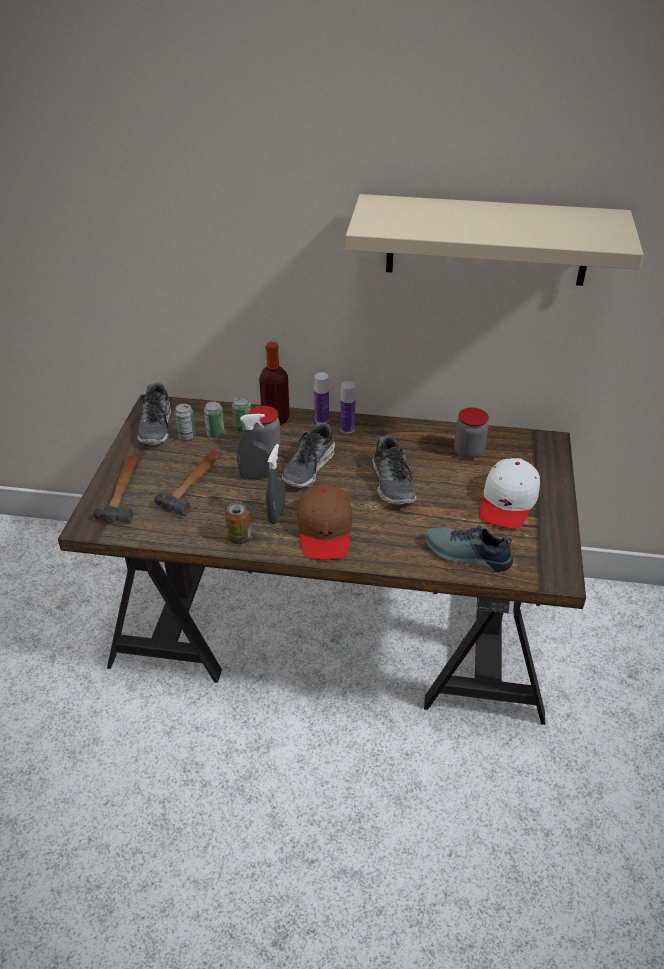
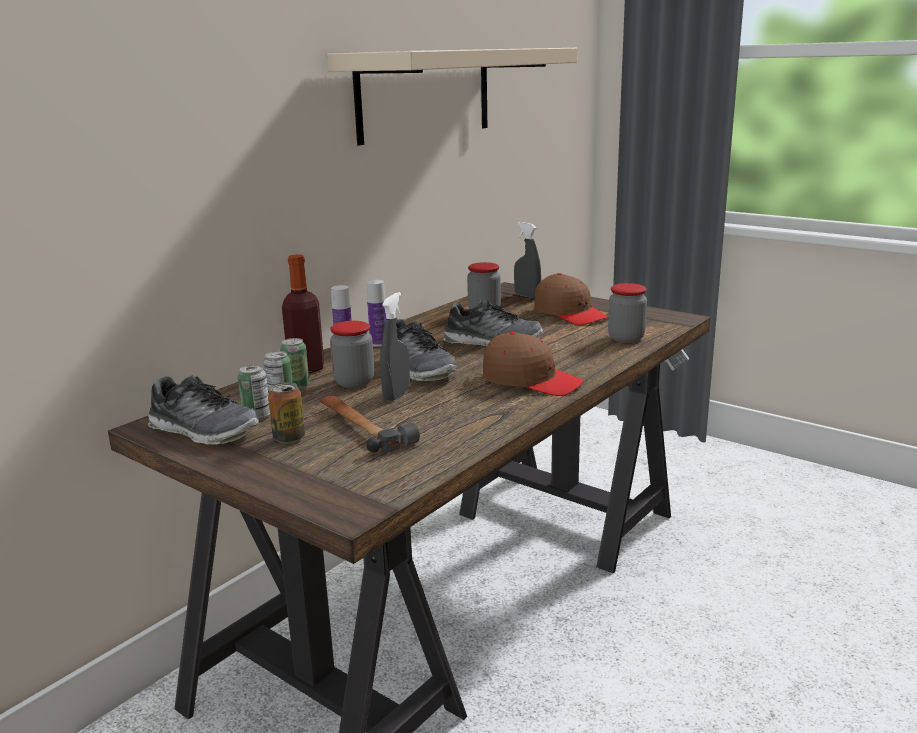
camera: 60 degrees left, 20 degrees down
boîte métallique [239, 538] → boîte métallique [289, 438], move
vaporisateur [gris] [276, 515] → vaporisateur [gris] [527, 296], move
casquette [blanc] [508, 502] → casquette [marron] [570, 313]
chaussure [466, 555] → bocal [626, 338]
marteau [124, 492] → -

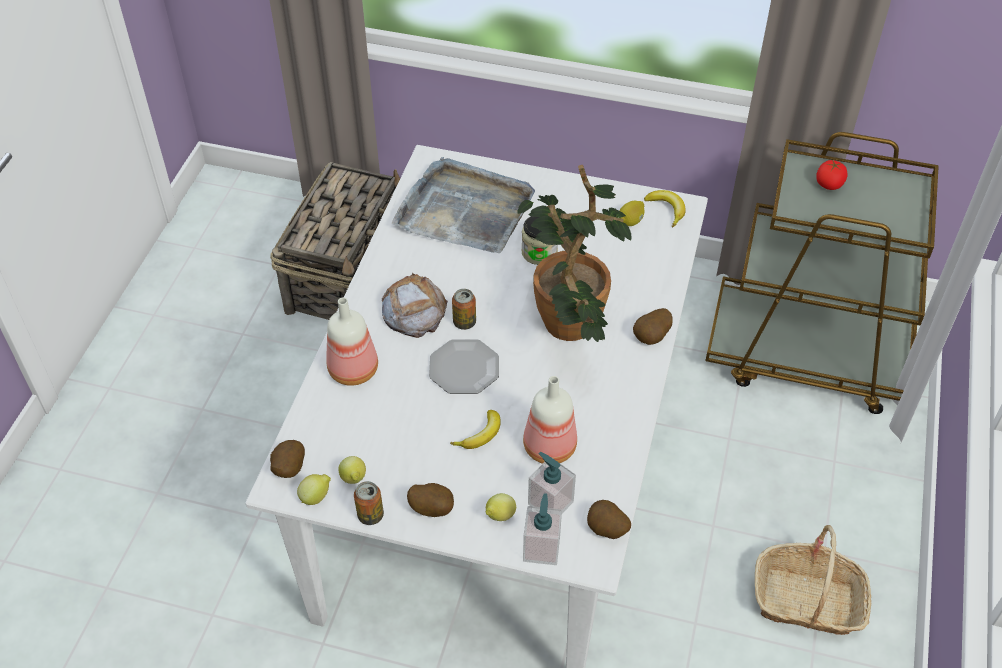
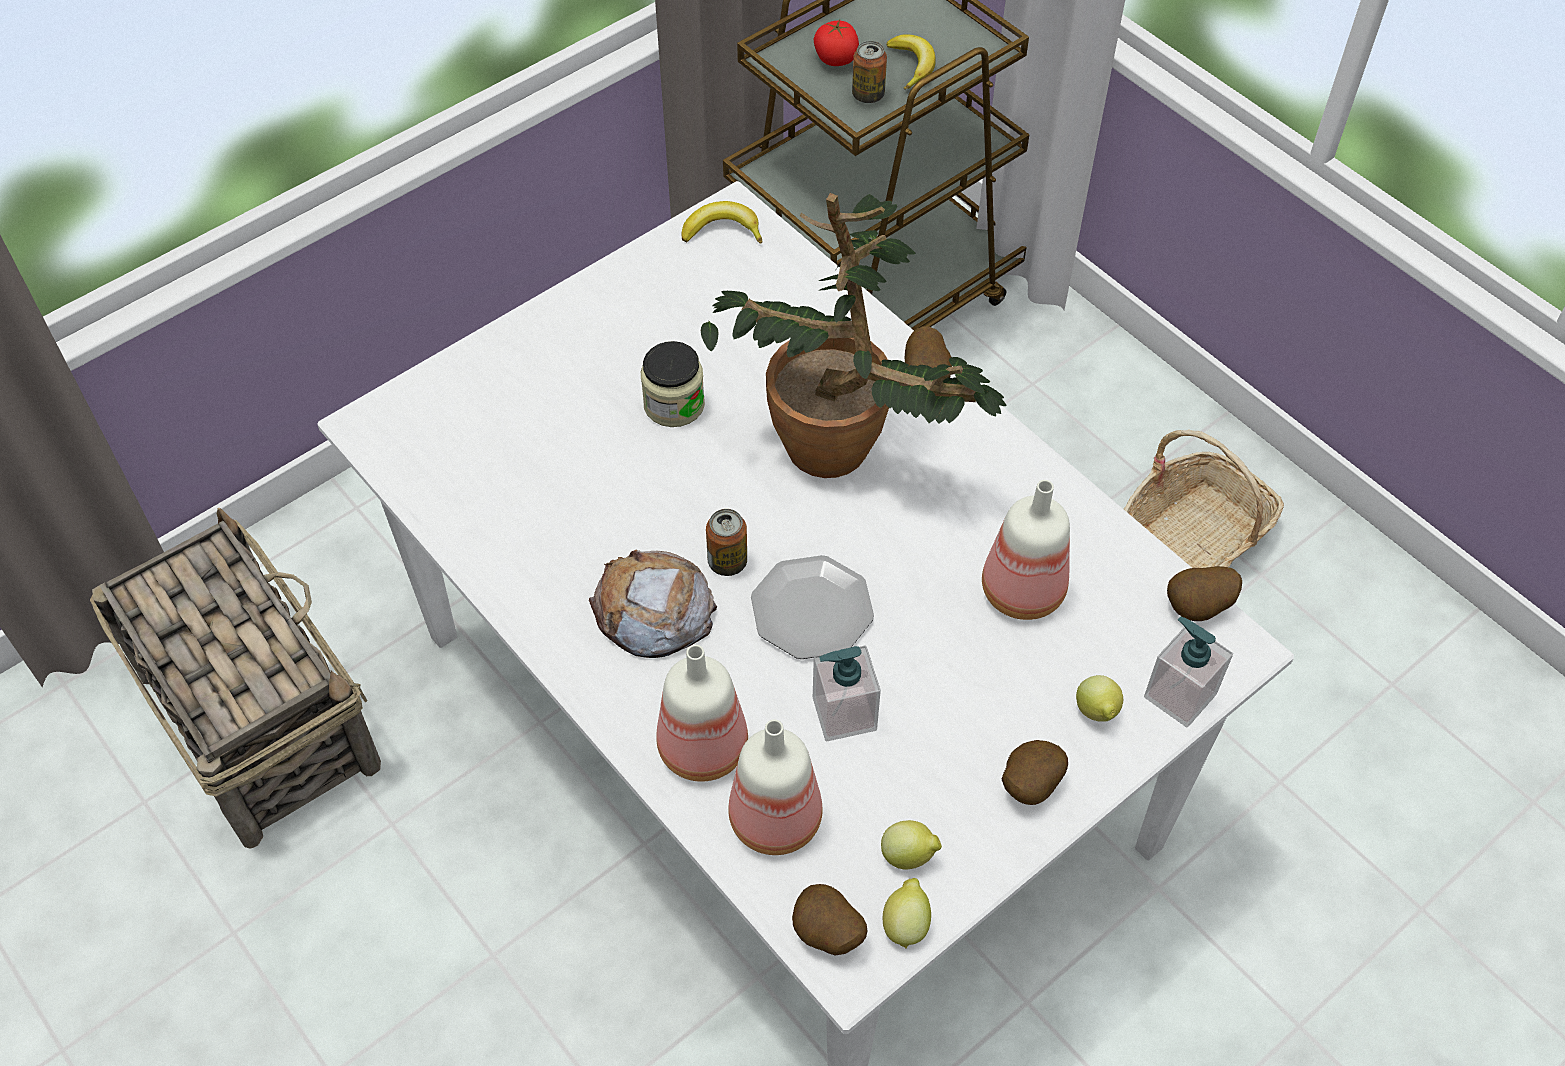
camera: 55 degrees left, 5 degrees up
- → bouteille [775, 816]
distributeur de savon [550, 503] → distributeur de savon [844, 714], move
boîte métallique [370, 515] → boîte métallique [868, 95], move
banane [481, 435] → banane [912, 65], move
plateau [gris] [465, 210] → -
citron [631, 221] → -

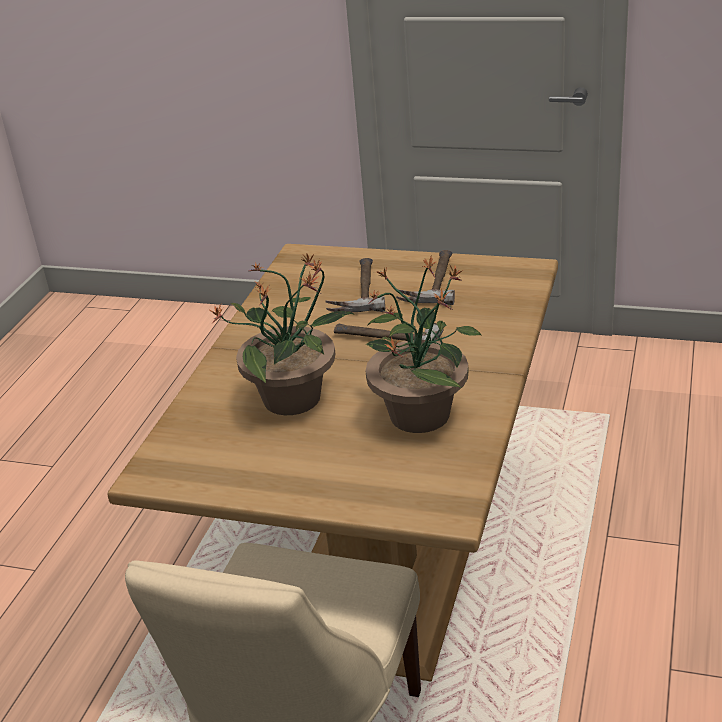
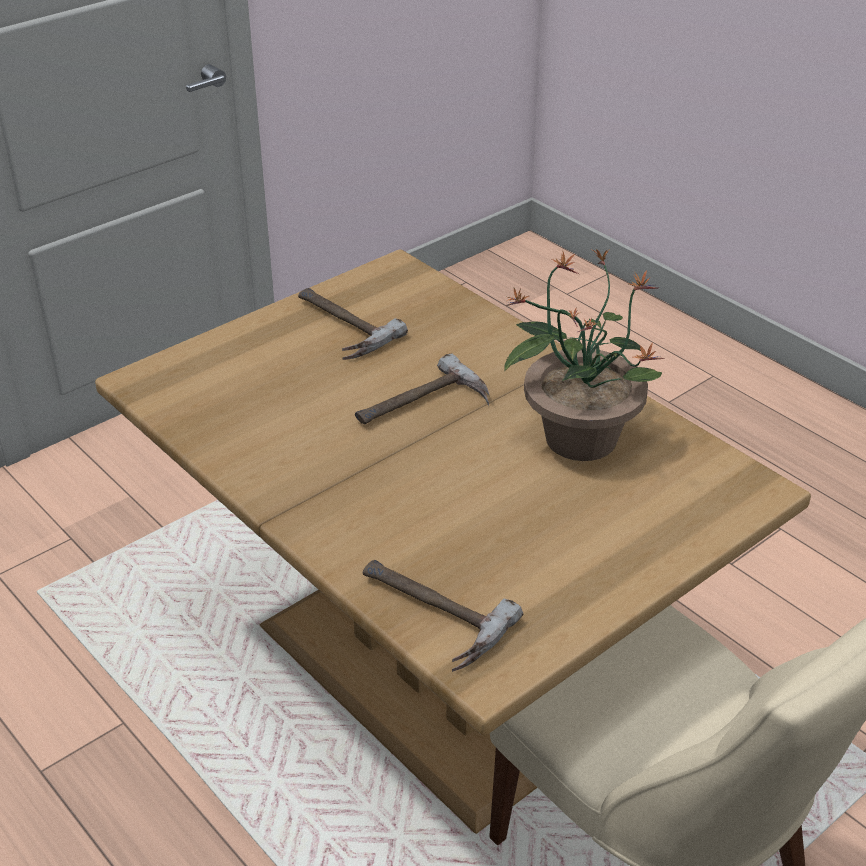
camera: 60 degrees left, 5 degrees up
marteau [356, 290] → marteau [426, 616], move
plante en pot [294, 398] → -

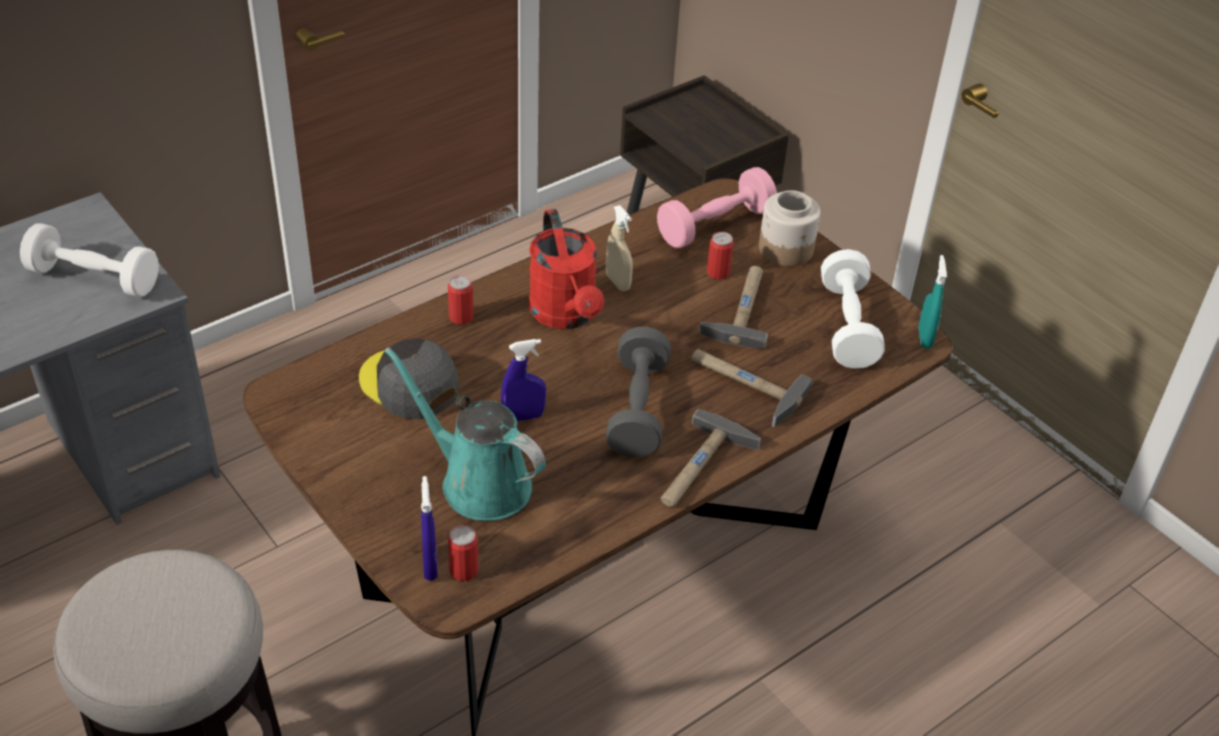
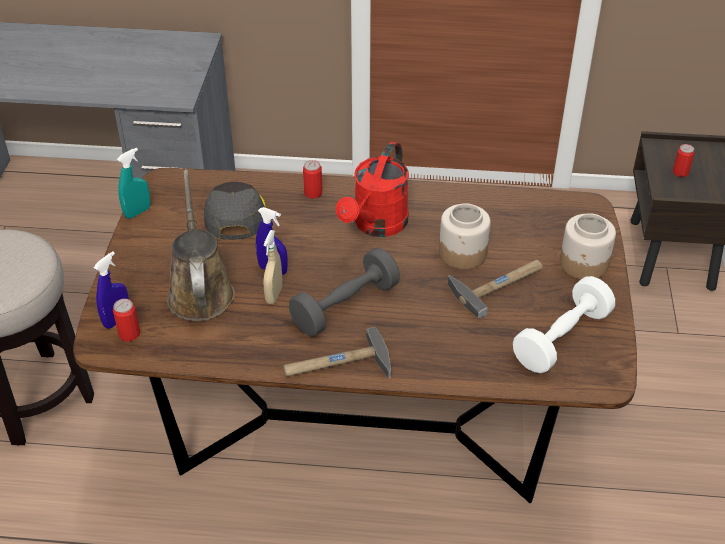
camera: 45 degrees right, 0 degrees up
vaporisateur [turquoise] [925, 338] → vaporisateur [turquoise] [137, 212], move
arrosoir [turquoise] [478, 482] → arrosoir [marron] [200, 291]
vaporisateur [beige] [618, 282] → vaporisateur [beige] [274, 295], move
- → bocal [463, 253]
boîte métallique [718, 272] → boîte métallique [680, 172], move
haltère [blanc] [94, 279] → -
haltère [rose] [715, 225] → -
marteau [743, 385] → -

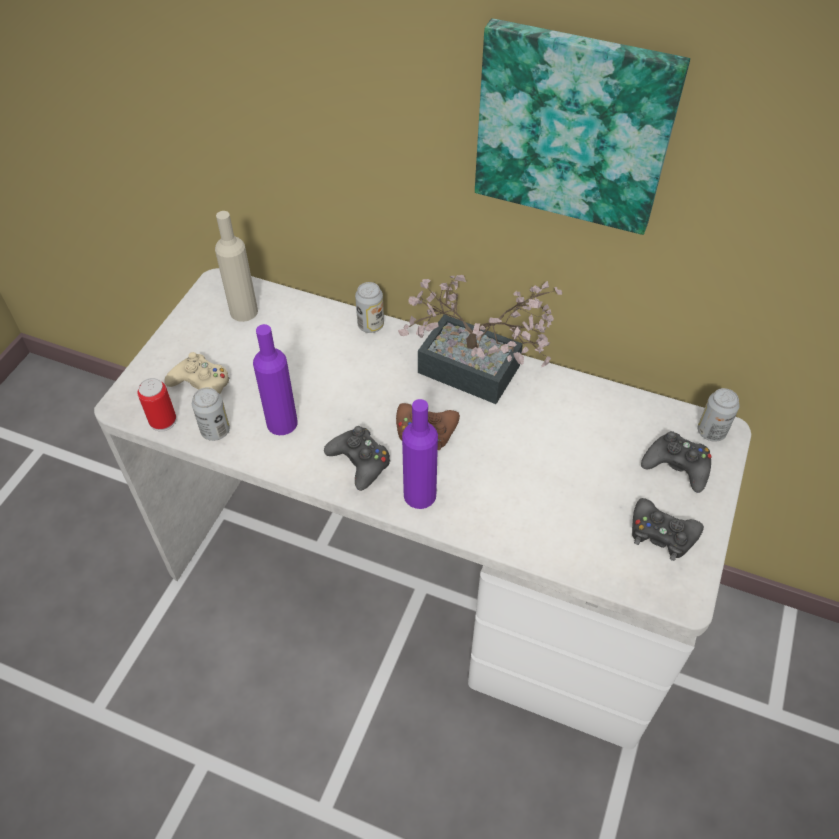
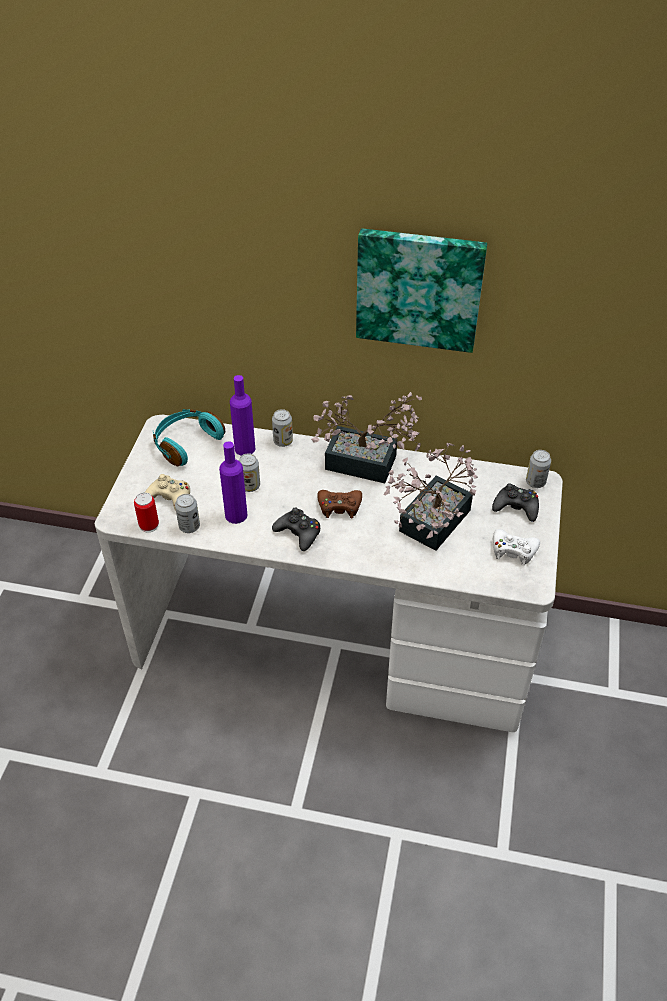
camera: 10 degrees left, 5 degrees down
bouteille [beige] [244, 311] → casque audio [turquoise] [186, 443]
bouteille [violet] [420, 495] → bouteille [violet] [245, 448], move
- → boîte métallique [250, 486]
- → plante en pot [429, 526]
manette [noir] [661, 534] → manette [blanc] [513, 550]

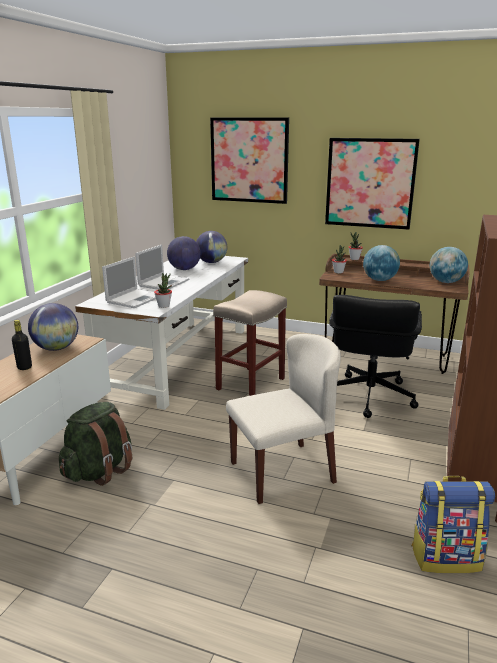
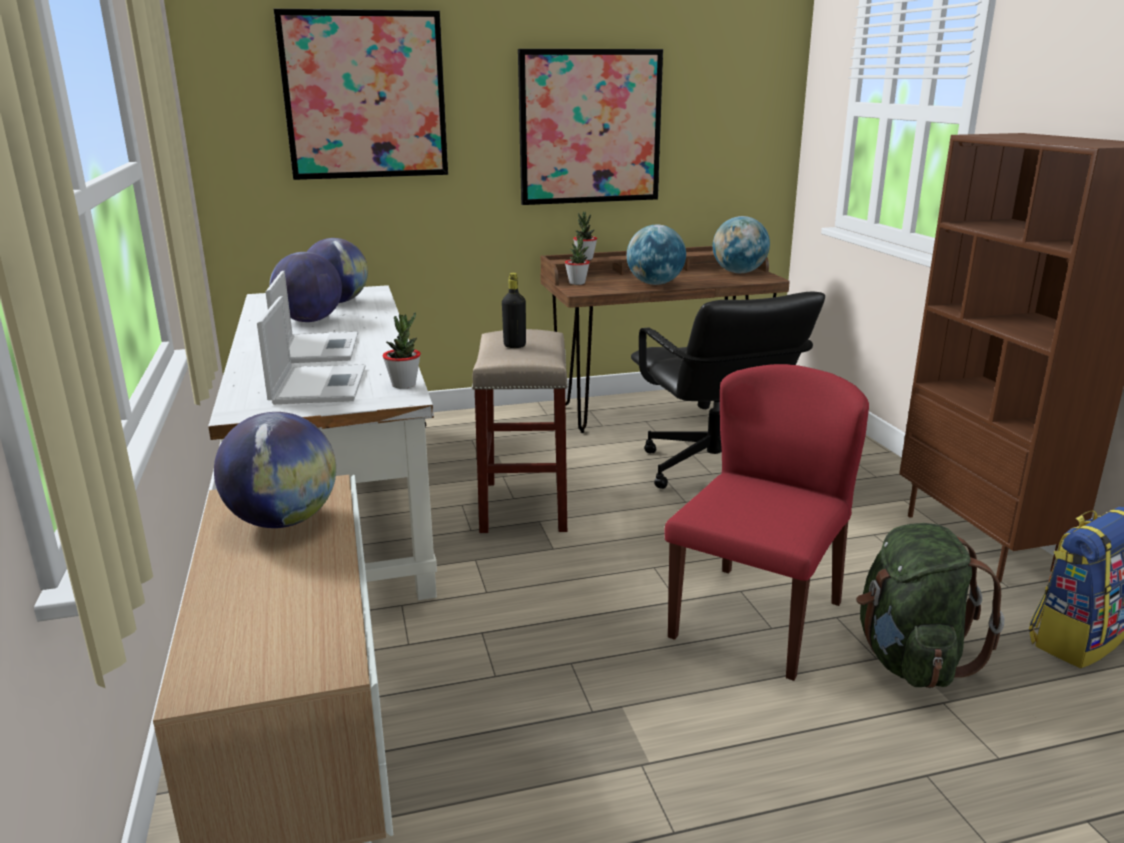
camera: 35 degrees left, 0 degrees up
bouteille [noir] [24, 367] → bouteille [noir] [514, 345], move
chaise [beige] [282, 471] → chaise [rouge] [756, 618]
sac à dos [vert] [99, 470] → sac à dos [vert] [910, 659], move

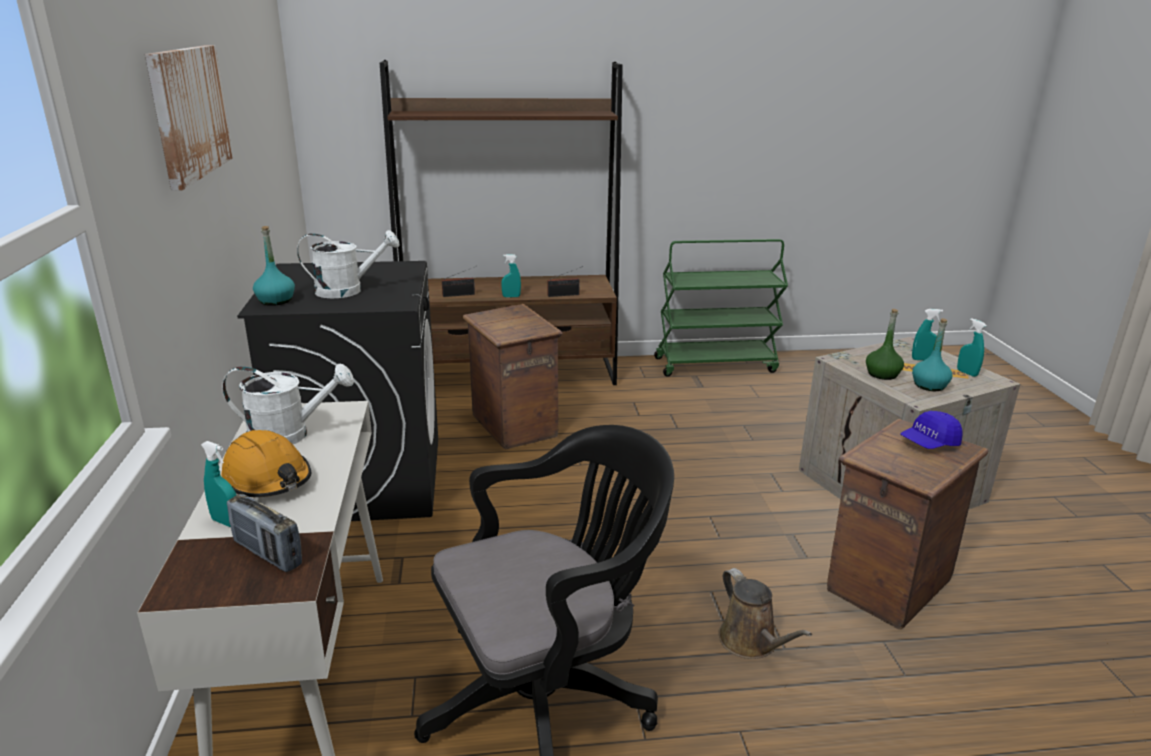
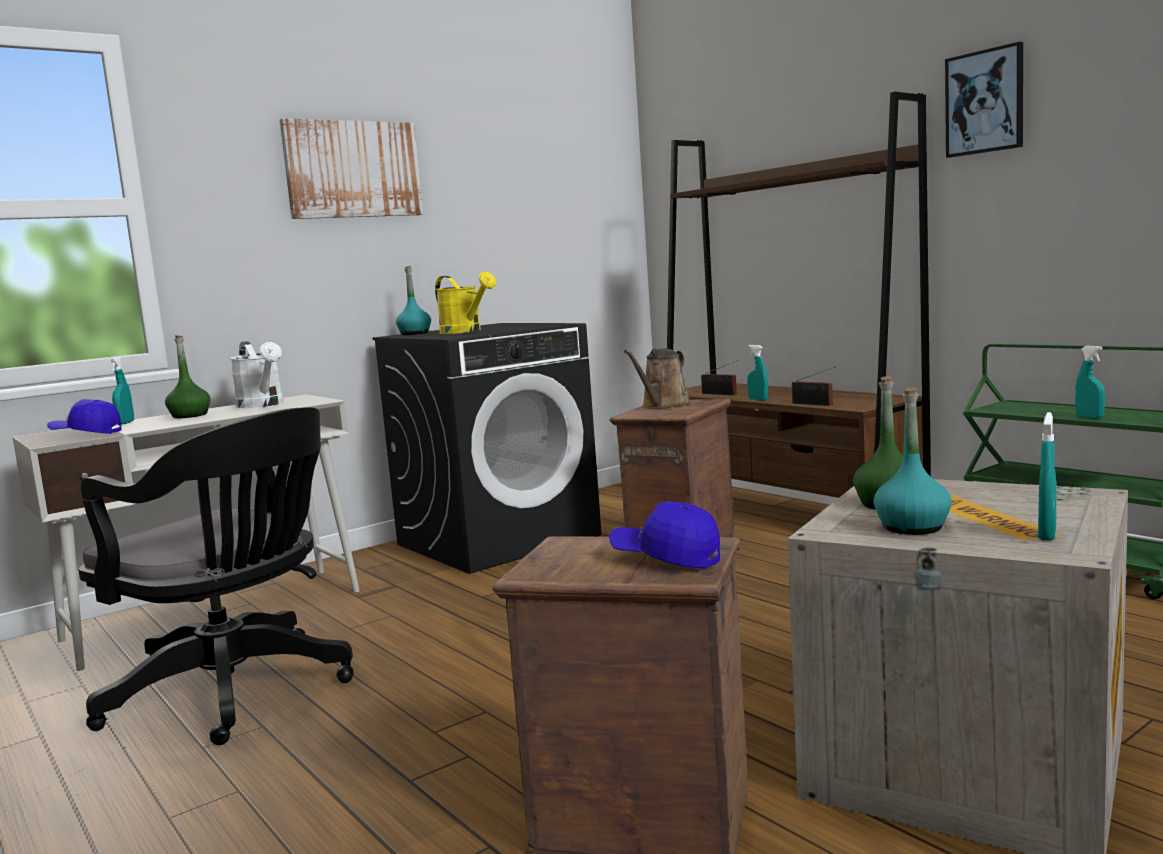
camera: 60 degrees right, 15 degrees down
radio [267, 554] → casquette [bleu] [87, 433]
casque de chantier [orange] [268, 480] → bouteille [vert] [190, 415]
arrosoir [blanc] [348, 291] → arrosoir [jaune] [465, 331]
arrosoir [marron] [751, 642] → arrosoir [marron] [663, 405], move
- → tableau [985, 102]
vaporisateur [turquoise] [922, 360] → vaporisateur [turquoise] [1089, 417], move

